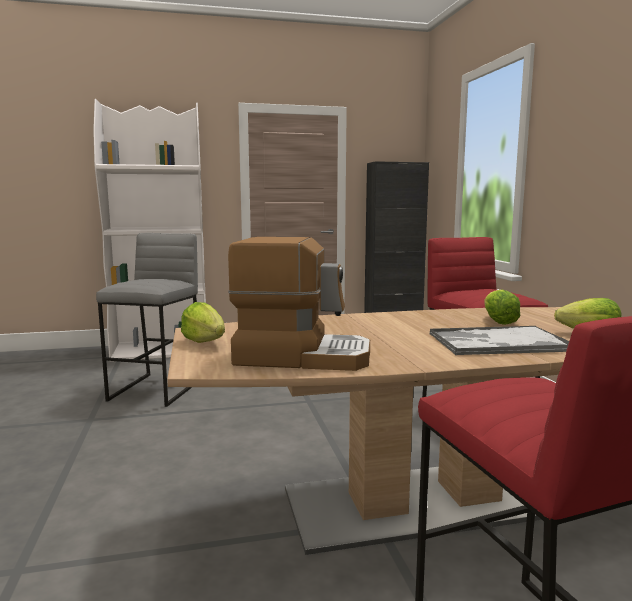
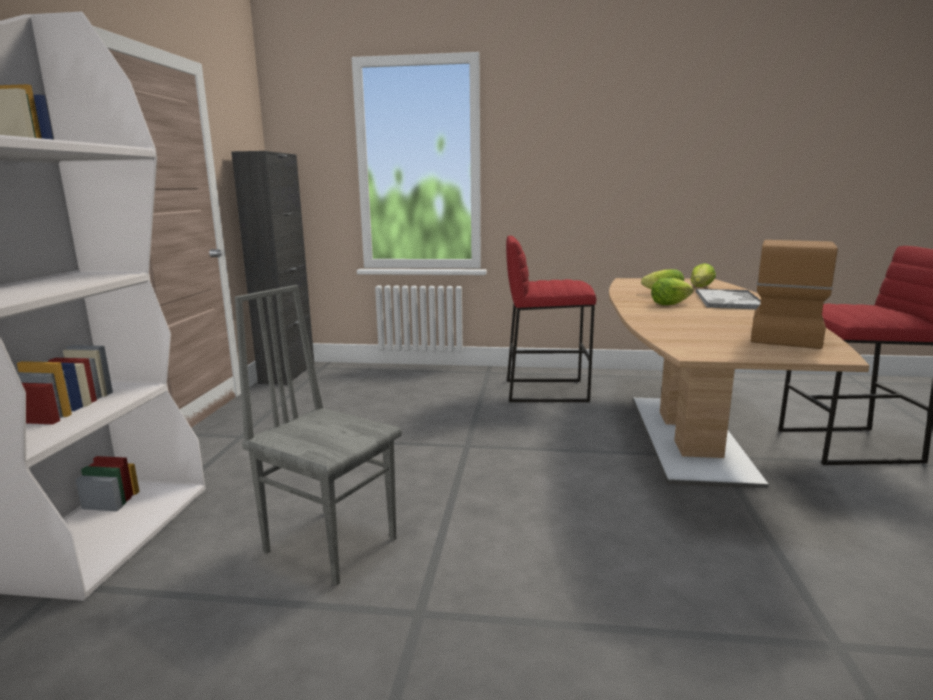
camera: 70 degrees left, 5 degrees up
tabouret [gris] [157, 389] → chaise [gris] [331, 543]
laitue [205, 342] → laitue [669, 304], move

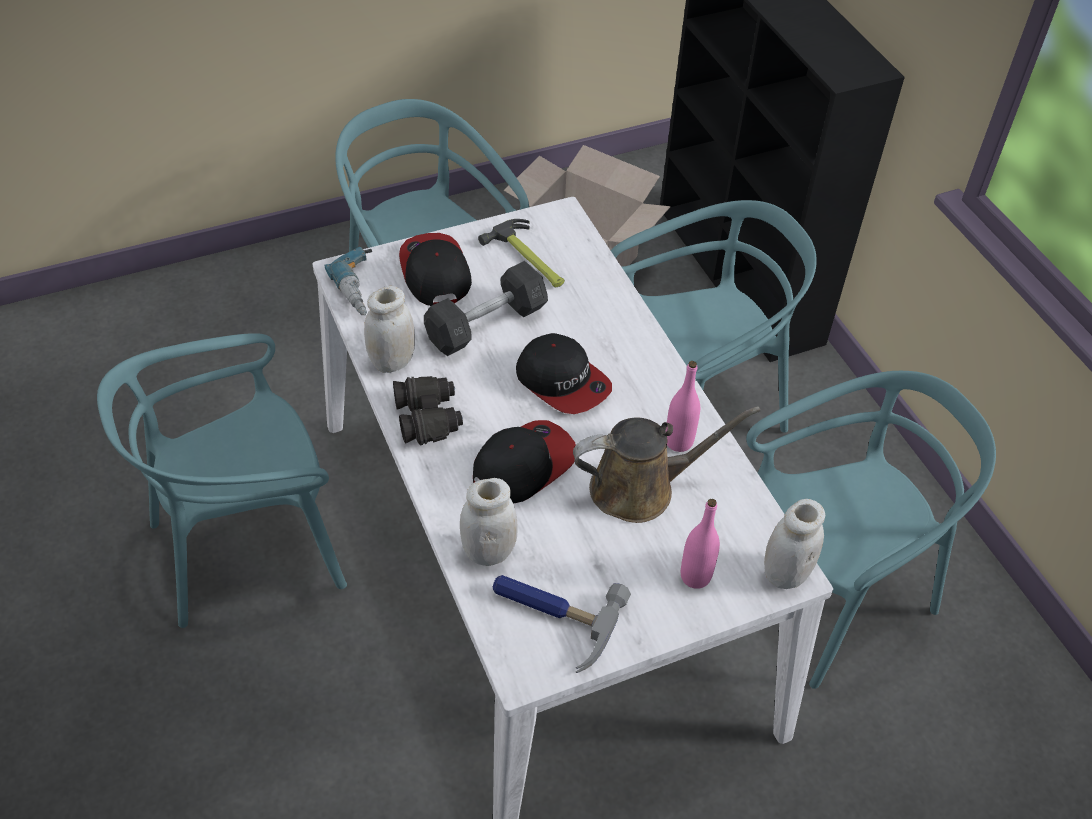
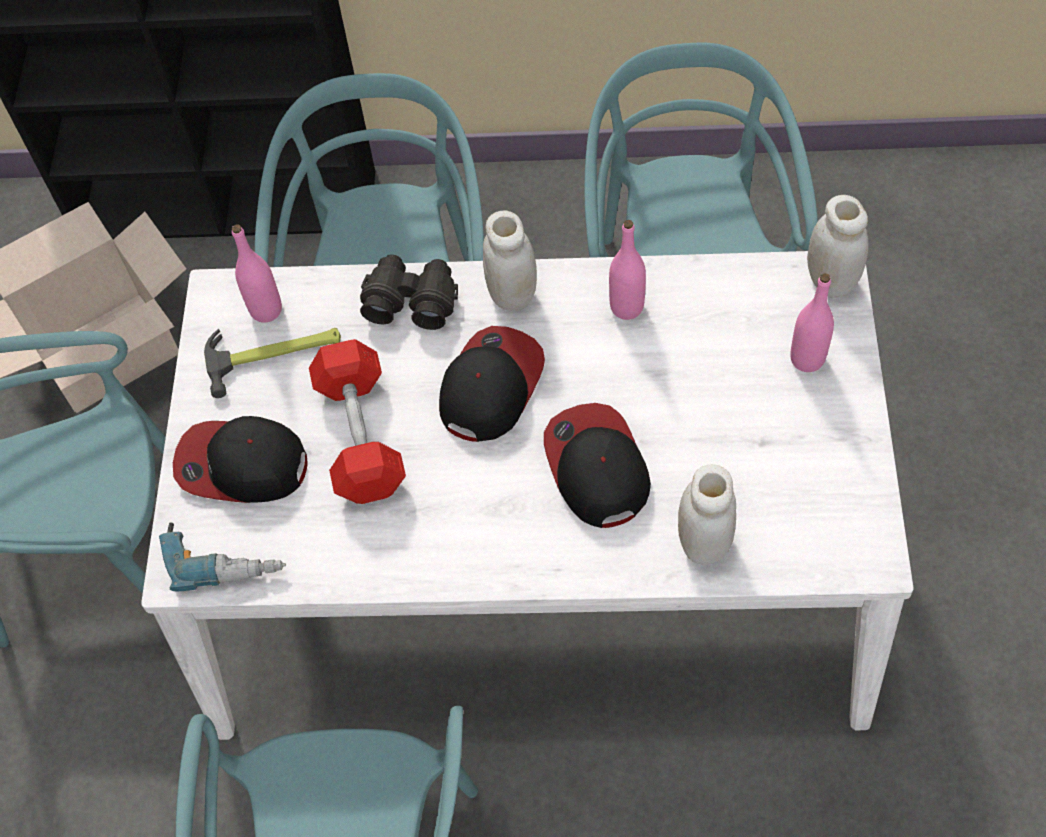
camera: 60 degrees left, 10 degrees up
- → bouteille [rose] [266, 310]
haltère [gris] [486, 324] → haltère [rouge] [360, 435]
jumelles [noir] [428, 417] → jumelles [noir] [411, 300], move
casquette [563, 381] → casquette [490, 386], 45 degrees counterclockwise
bocal [blanc] [392, 361] → bocal [blanc] [512, 294], move
marteau [551, 616] → -
arrosoir [marron] [640, 488] → -

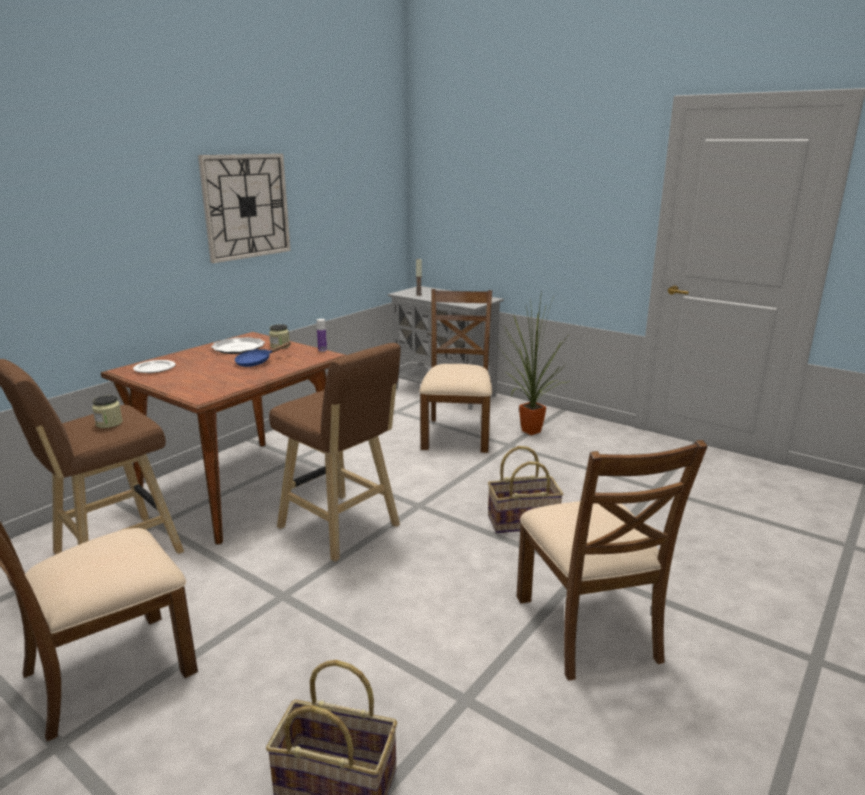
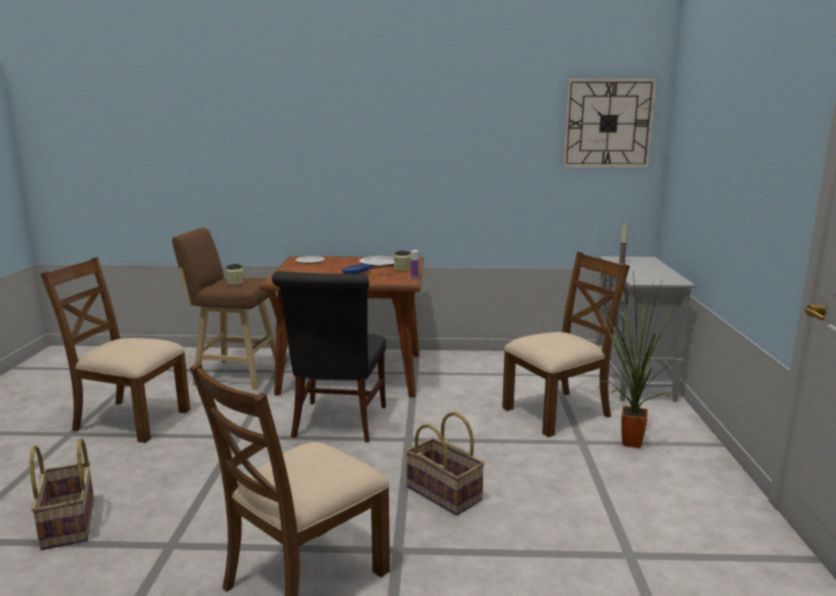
camera: 55 degrees right, 5 degrees down
tabouret [marron] [342, 529] → chaise [noir] [338, 424]
horloge murale [246, 206] → horloge murale [608, 123], move

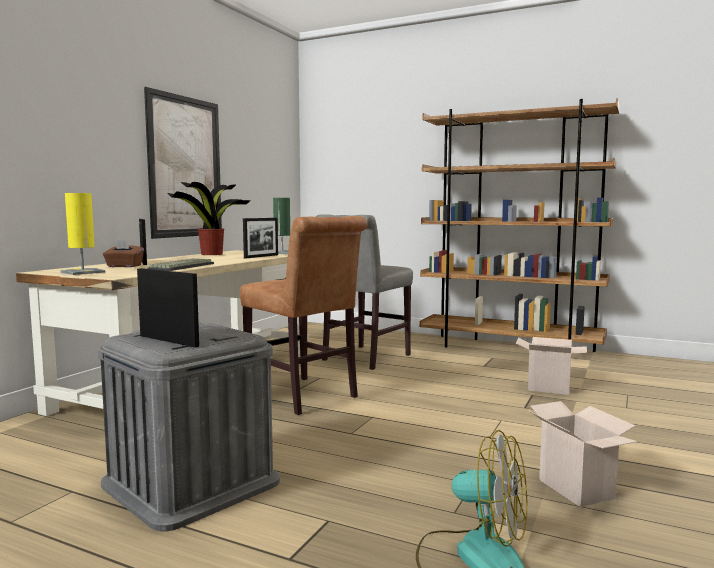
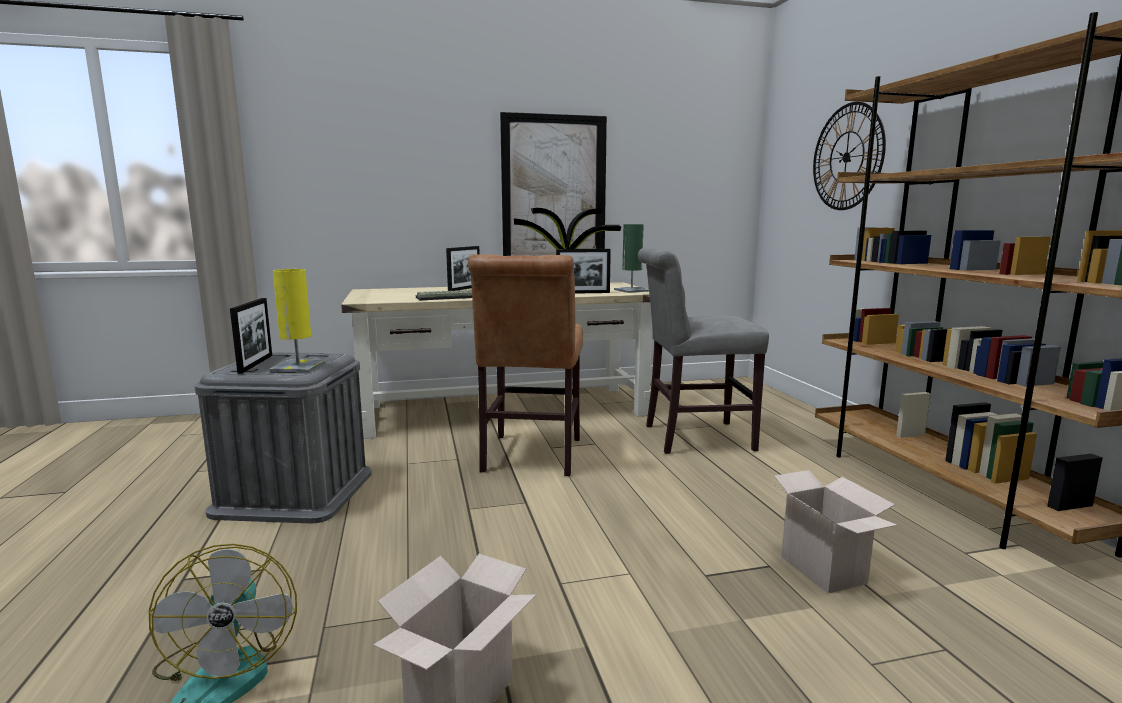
camera: 50 degrees right, 5 degrees up
lampe de table [jaune] [83, 272] → lampe de table [jaune] [298, 367], move
- → horloge murale [847, 157]
boîte à mouchoirs [marron] [124, 266] → -

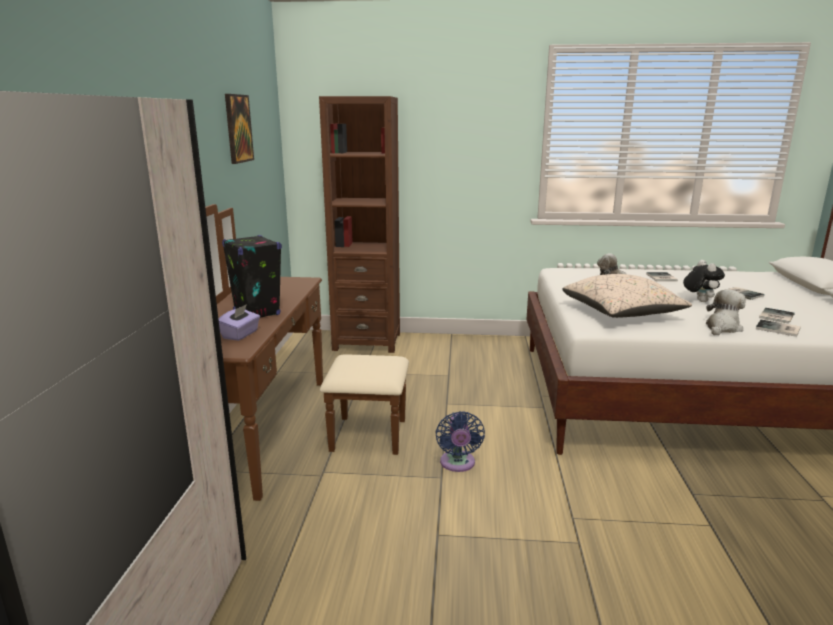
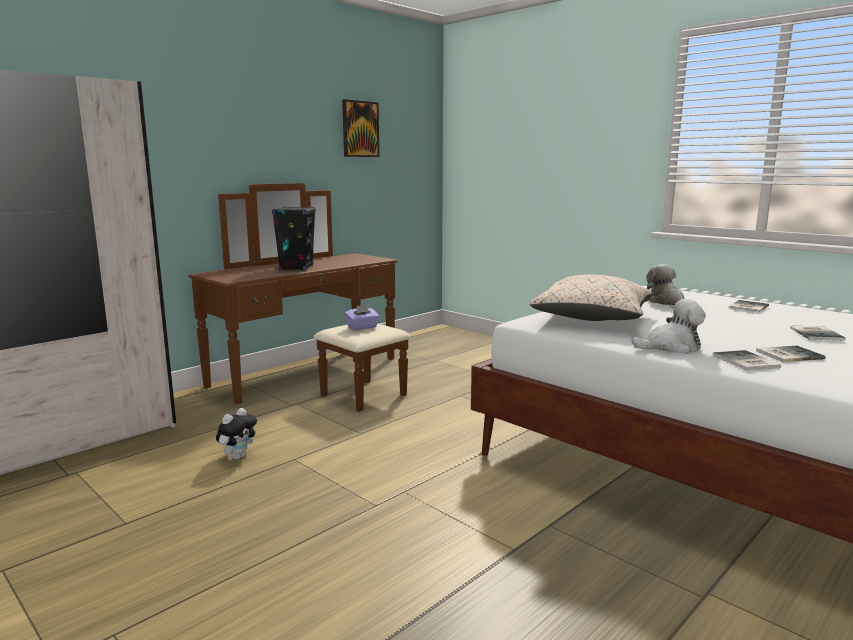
camera: 40 degrees right, 5 degrees down
peluche [699, 301] → peluche [238, 456], move
boîte à mouchoirs [violet] [240, 334] → boîte à mouchoirs [violet] [362, 327], move
bibliothèque [marron] [367, 341] → -
ventilateur [bleu] [457, 464] → -

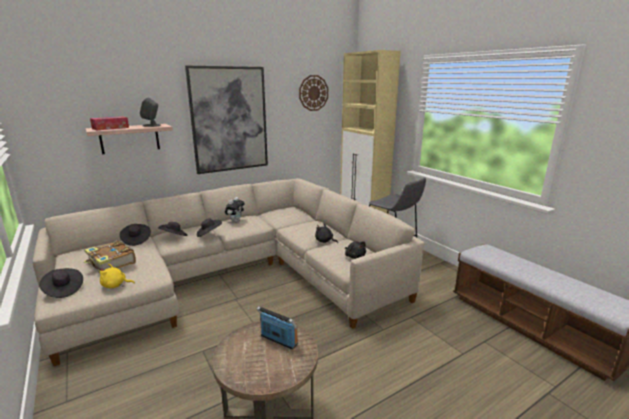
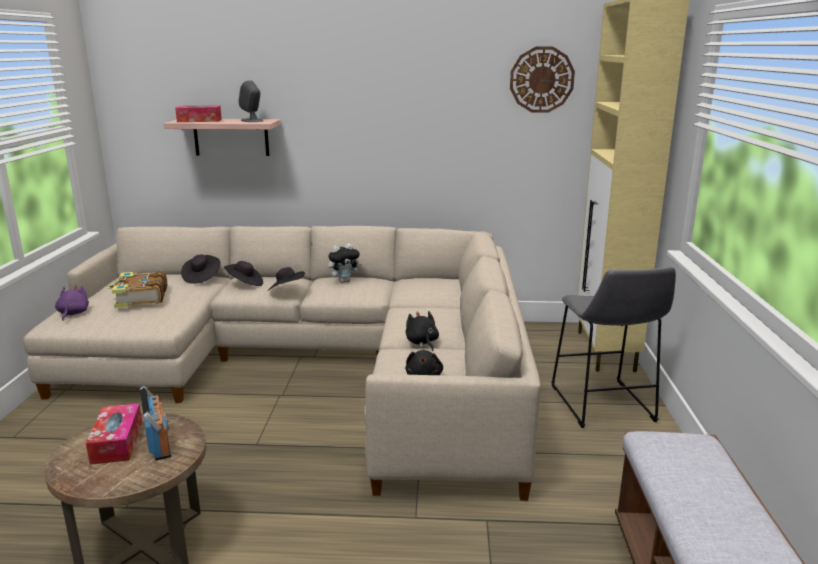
camera: 35 degrees right, 0 degrees up
chapeau [noir] [63, 290] → peluche [violet] [72, 313]
- → boîte à mouchoirs [117, 442]
peluche [jaune] [115, 285] → -
tableau [229, 119] → -

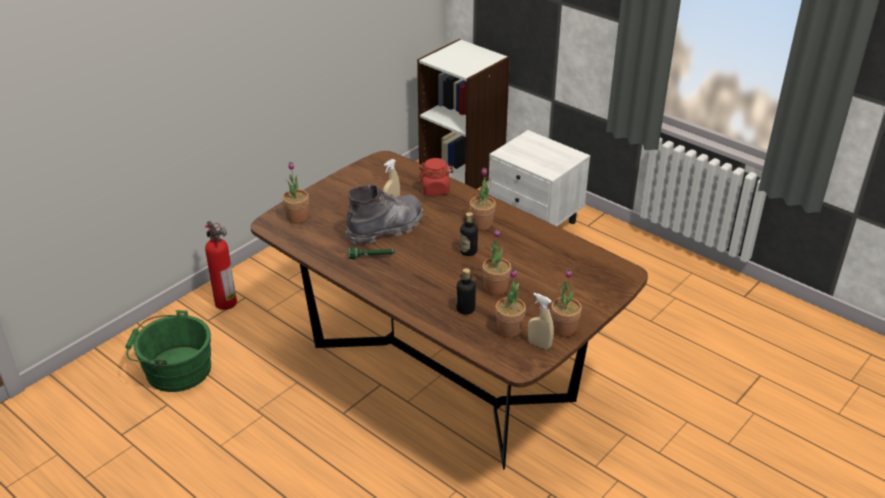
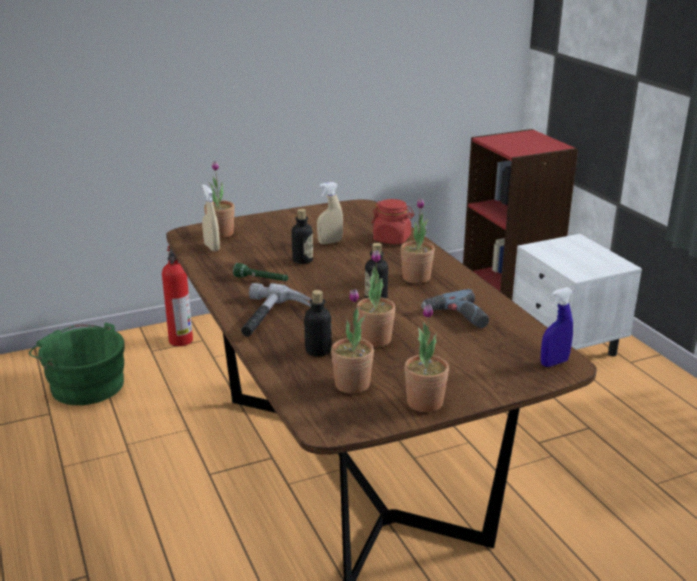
camera: 25 degrees right, 10 degrees down
vaporisateur [beige] [539, 345] → vaporisateur [beige] [212, 247], move
- → marteau [271, 318]
botte [gris] [386, 229] → bouteille [302, 260]
- → perceuse [456, 317]
bibliothèque [blanc] [462, 172] → bibliothèque [rouge] [511, 282]
- → vaporisateur [bleu] [554, 363]

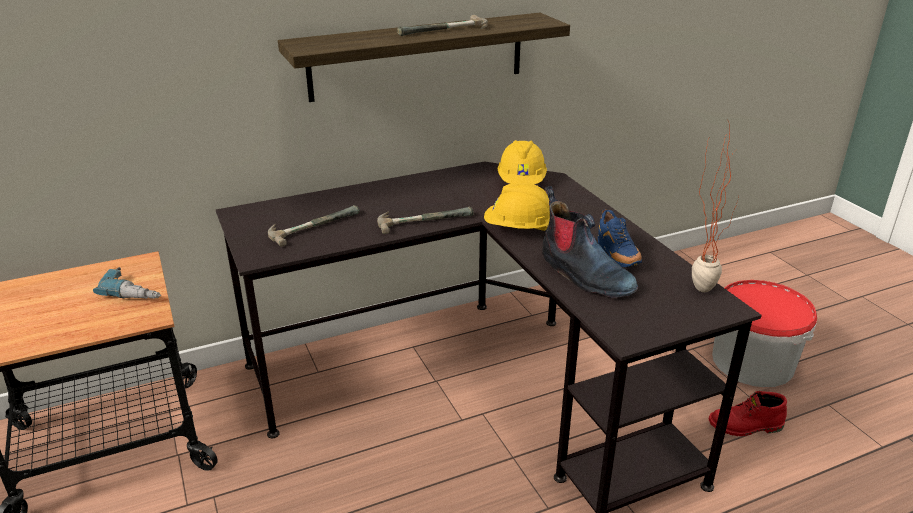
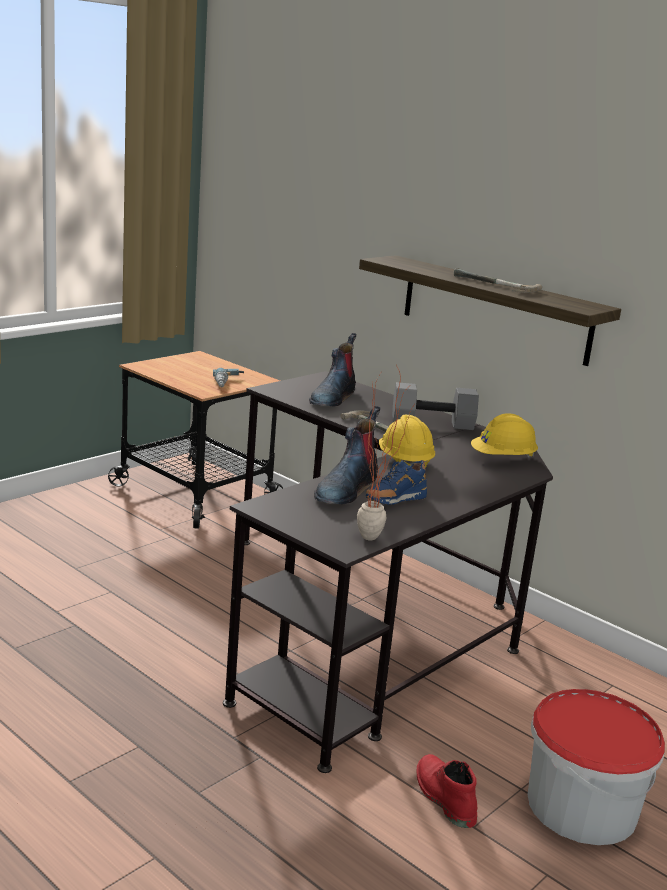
camera: 65 degrees right, 10 degrees down
marteau [312, 225] → botte [332, 398]
- → haltère [gris] [431, 423]

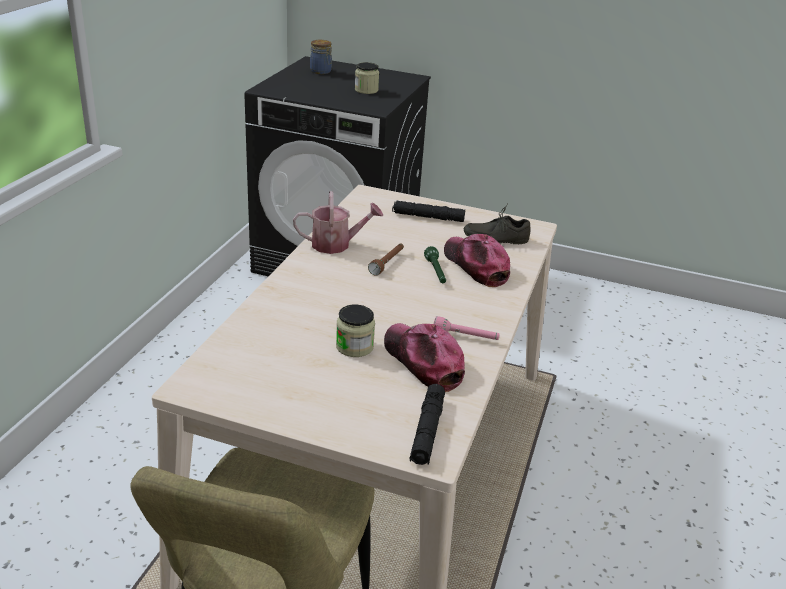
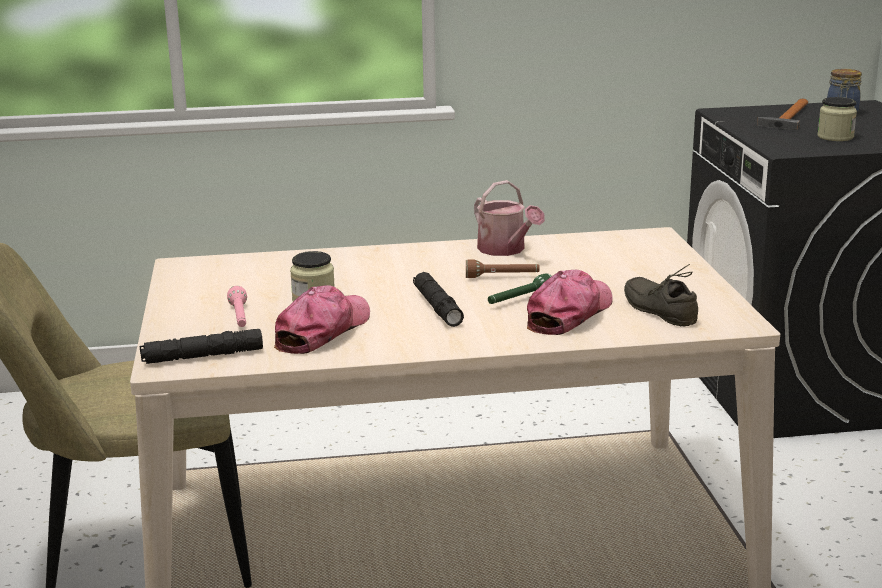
camera: 65 degrees right, 10 degrees down
lampe de poche [rose] [465, 337] → lampe de poche [rose] [240, 317], move
lampe de poche [noir] [428, 217] → lampe de poche [noir] [437, 307], move
- → marteau [788, 118]

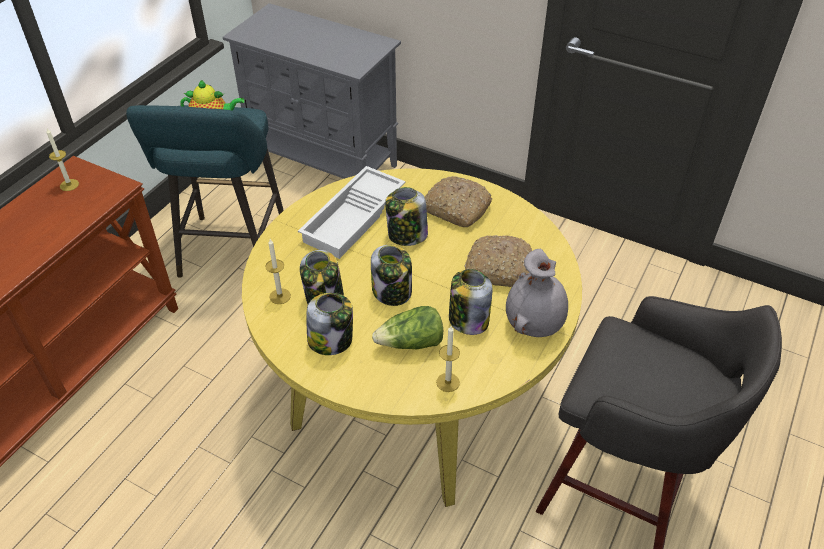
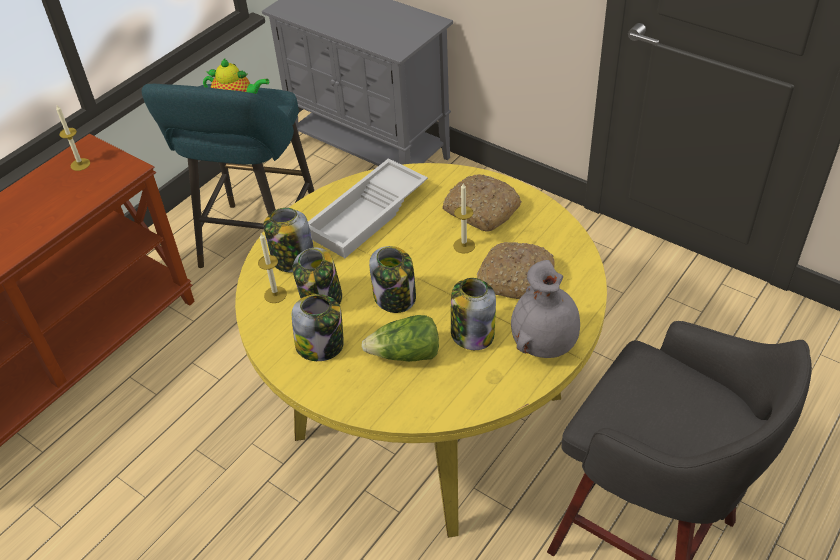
camera: 10 degrees right, 0 degrees up
bocal [406, 235] → bocal [293, 260], move
bougie [448, 382] → bougie [464, 245], move

